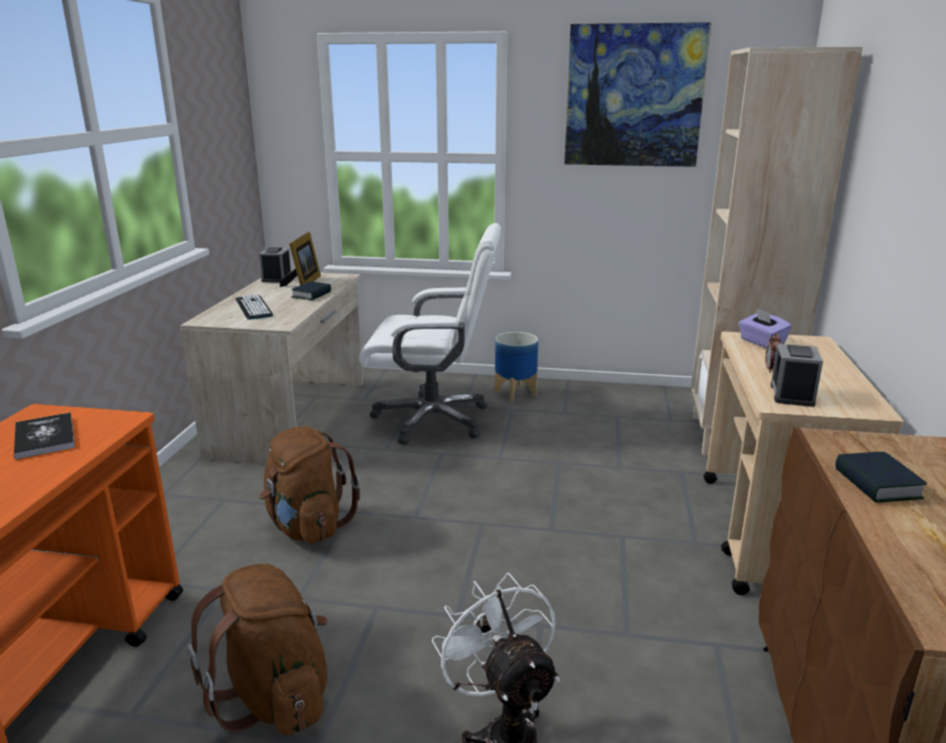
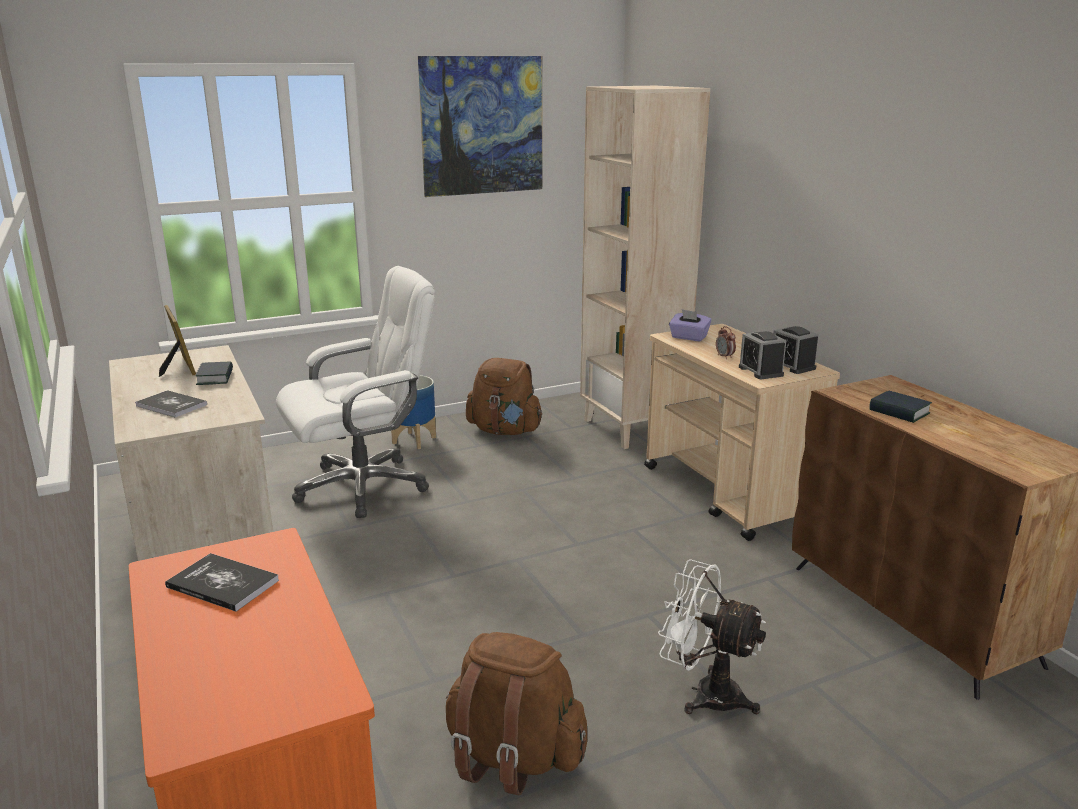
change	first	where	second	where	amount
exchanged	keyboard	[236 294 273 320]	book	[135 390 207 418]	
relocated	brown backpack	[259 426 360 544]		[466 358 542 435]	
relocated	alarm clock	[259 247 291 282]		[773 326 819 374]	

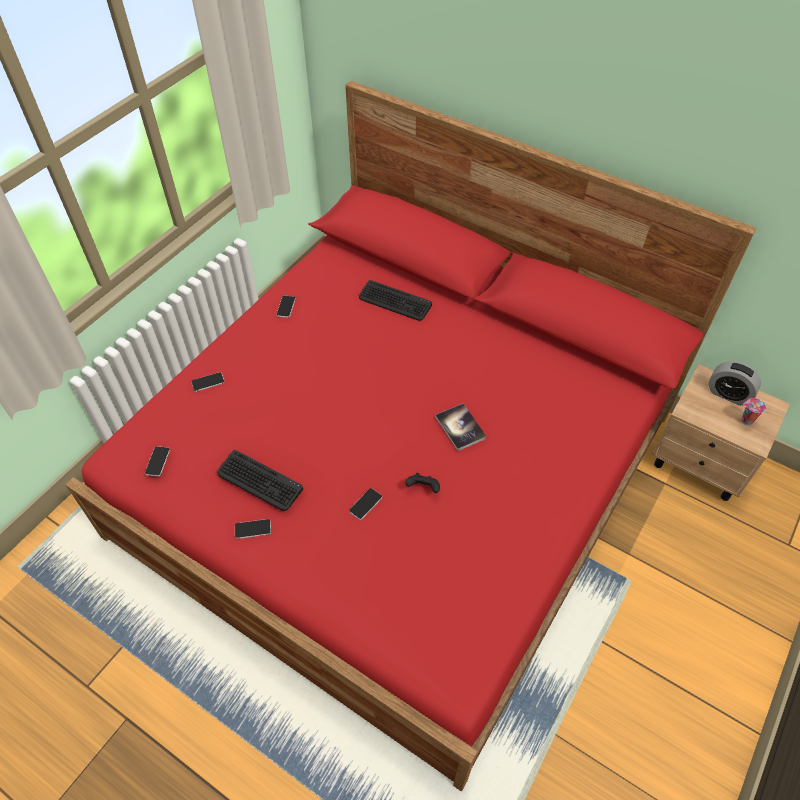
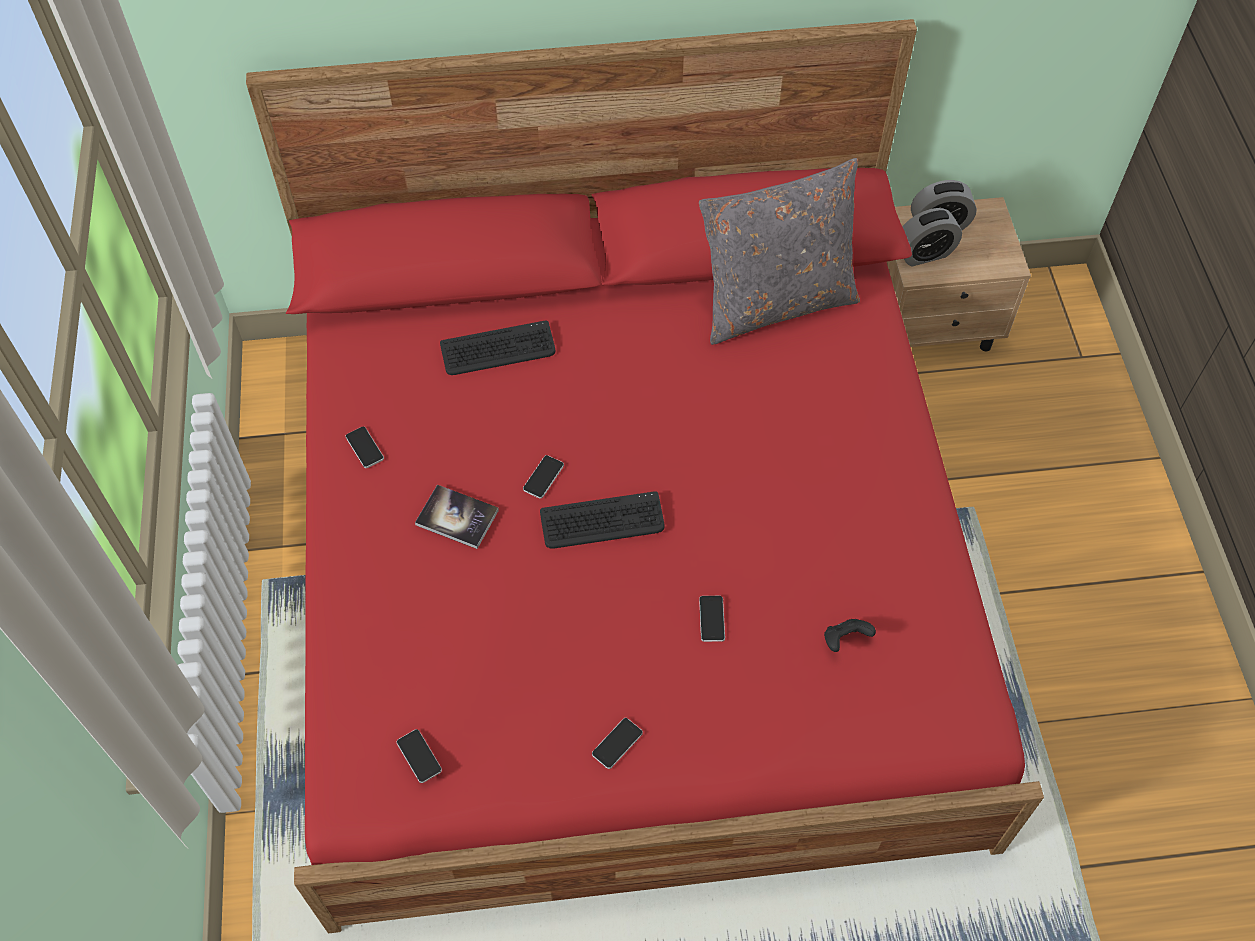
change	first	where	second	where	amount
relocated	book	[435 403 487 451]		[415 485 499 549]	
relocated	phone	[191 372 225 392]		[523 455 564 499]	
relocated	keyboard	[217 450 303 511]		[540 491 665 548]	
appeared			grey pillow	[699 158 860 345]	
relocated	black game controller	[405 473 440 493]		[824 619 876 652]	
appeared			alarm clock	[902 208 962 266]	
missing	cup	[741 398 766 425]			

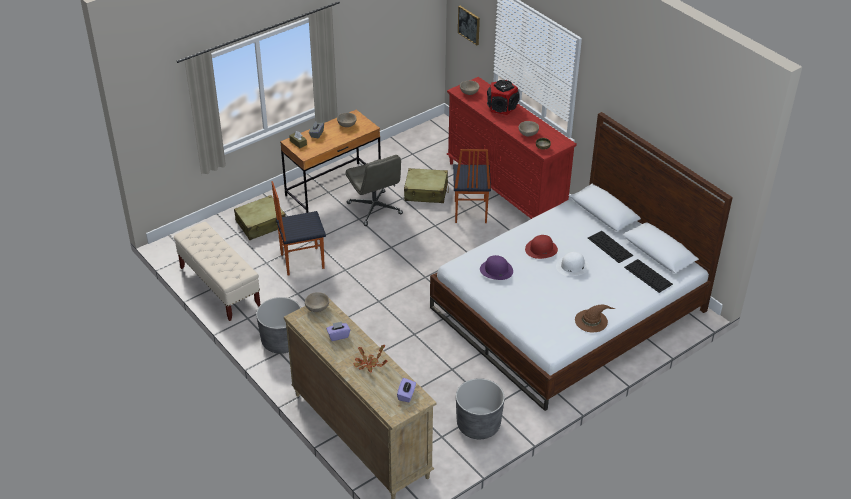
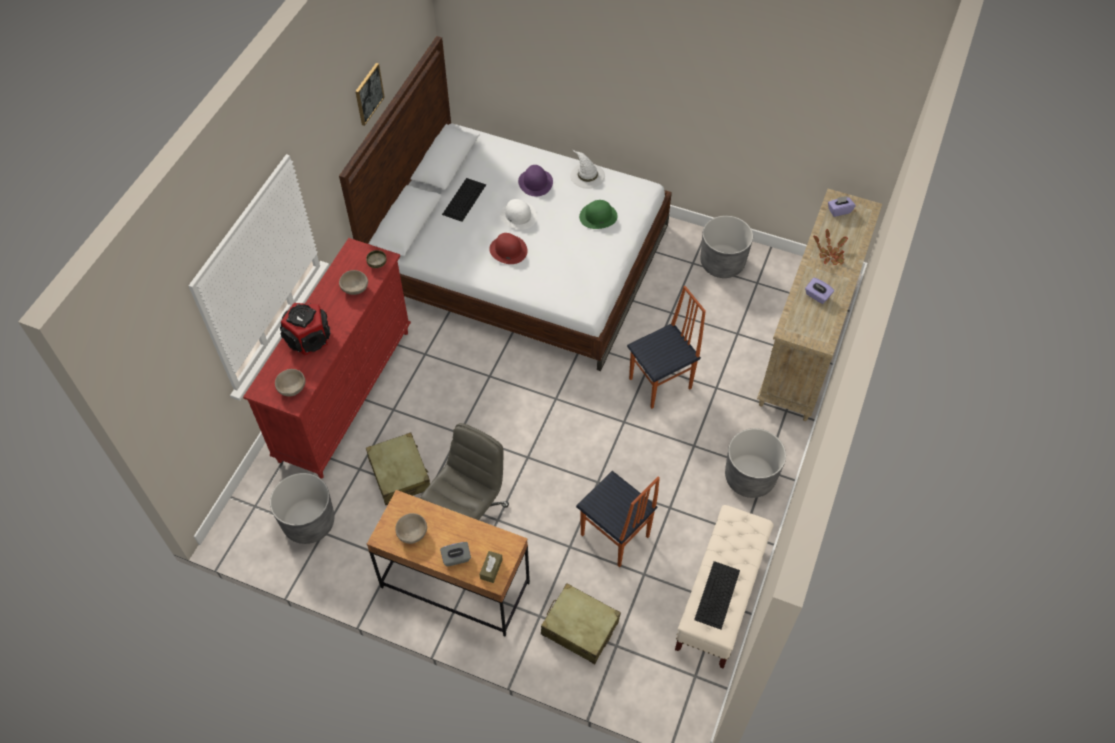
change	first	where	second	where	amount
appeared			grey planter	[270 473 334 544]	
relocated	picture	[458 6 480 45]		[355 63 385 126]	
relocated	purple hat	[480 255 513 280]		[518 165 553 196]	
colour	brown hat	[575 305 615 333]	white hat	[570 149 605 189]	
appeared			green hat	[579 200 618 229]	
relocated	chair	[453 149 491 223]		[627 286 706 409]	
relocated	keyboard	[624 259 673 293]		[694 561 740 629]	
missing	beige bowl	[305 292 329 312]			

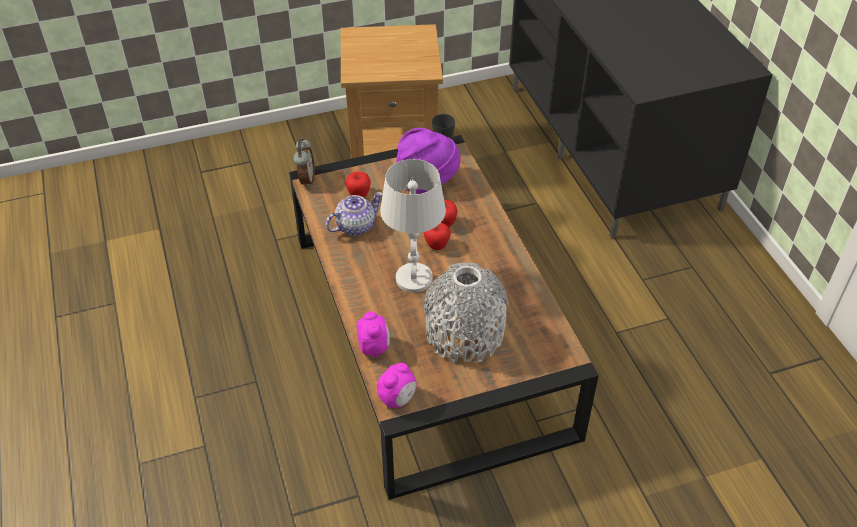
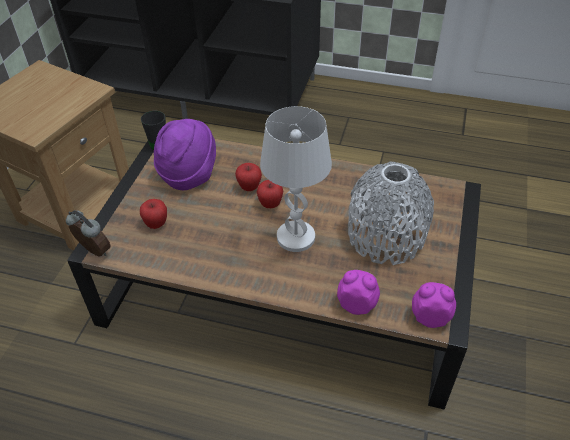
change	first	where	second	where	amount
spun	alarm clock	[377 363 417 408]		[412 282 456 328]	60 degrees counterclockwise
missing	teapot	[325 192 383 236]			

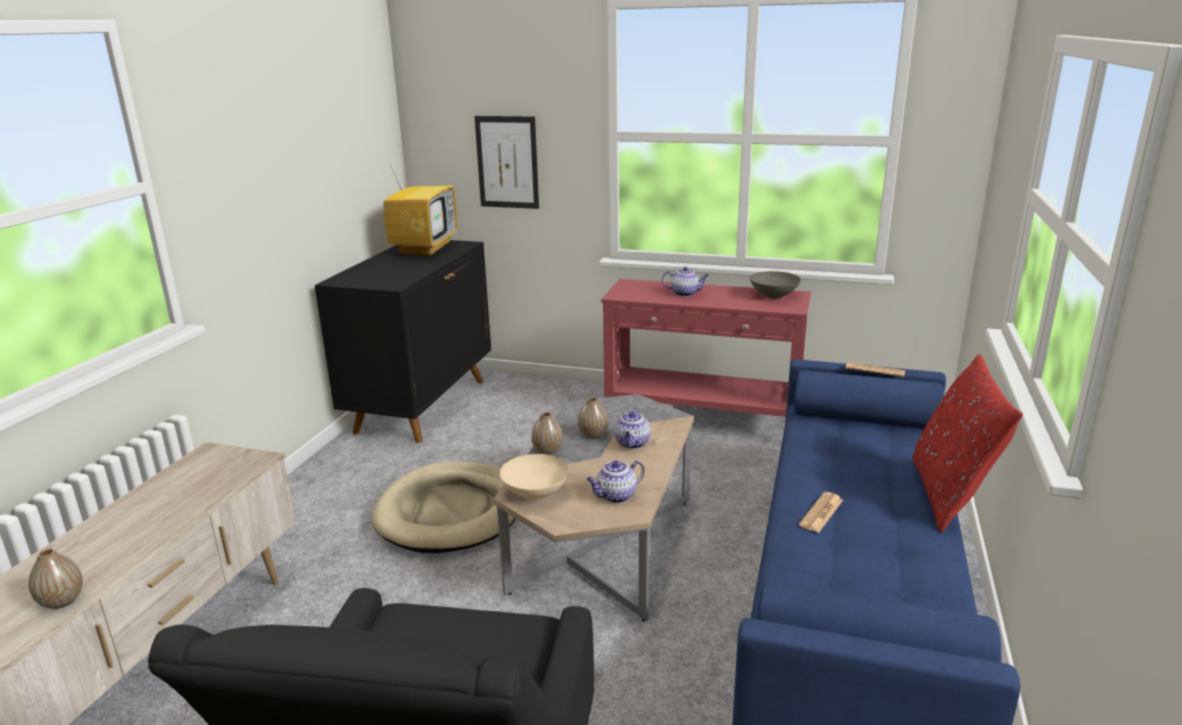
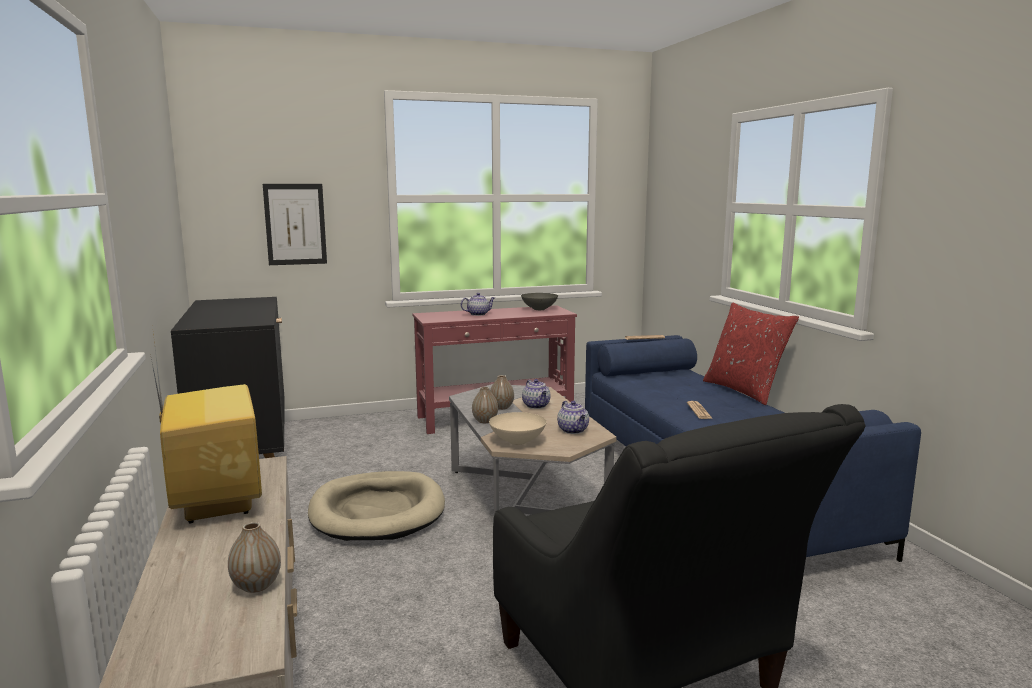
change	first	where	second	where	amount
relocated	television	[383 144 457 257]		[150 326 262 524]	
spun	teapot	[587 461 645 503]		[557 401 589 434]	45 degrees counterclockwise

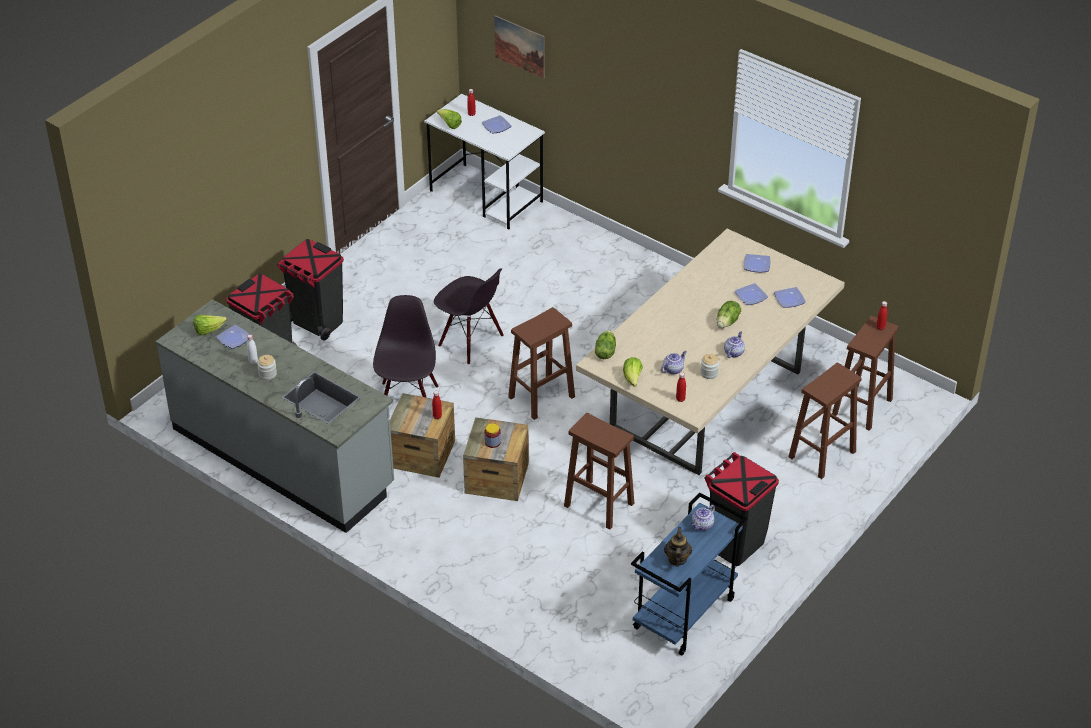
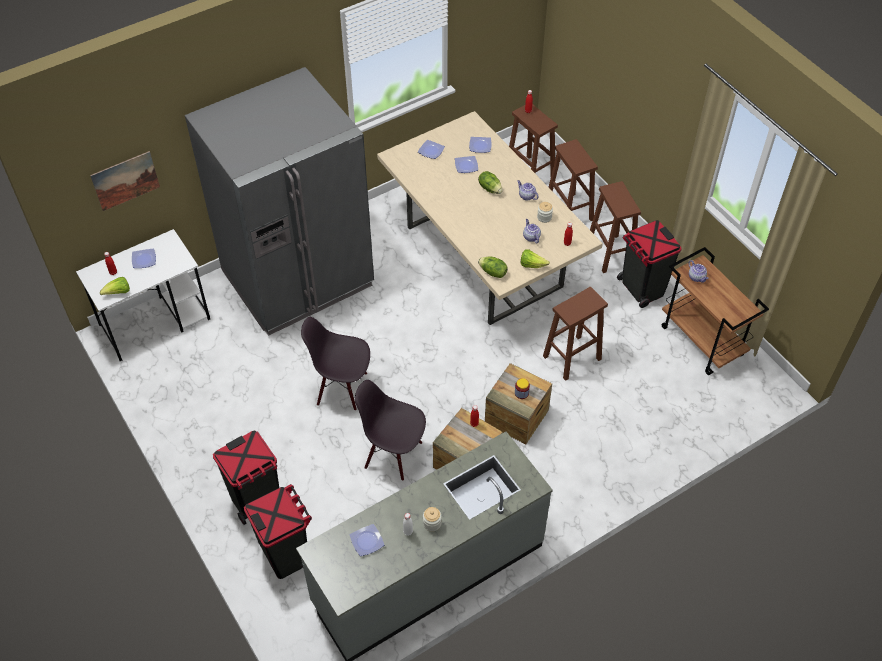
change	first	where	second	where	amount
appeared			grey fridge	[185 67 374 336]	
spun	black chair	[434 268 504 365]		[301 317 370 411]	135 degrees counterclockwise
relocated	brown stool	[508 307 575 420]		[590 181 641 273]	
colour	blue cart	[631 492 748 655]	brown cart	[661 247 769 375]	
missing	lettuce	[193 315 227 335]			
missing	teapot	[664 527 692 567]			

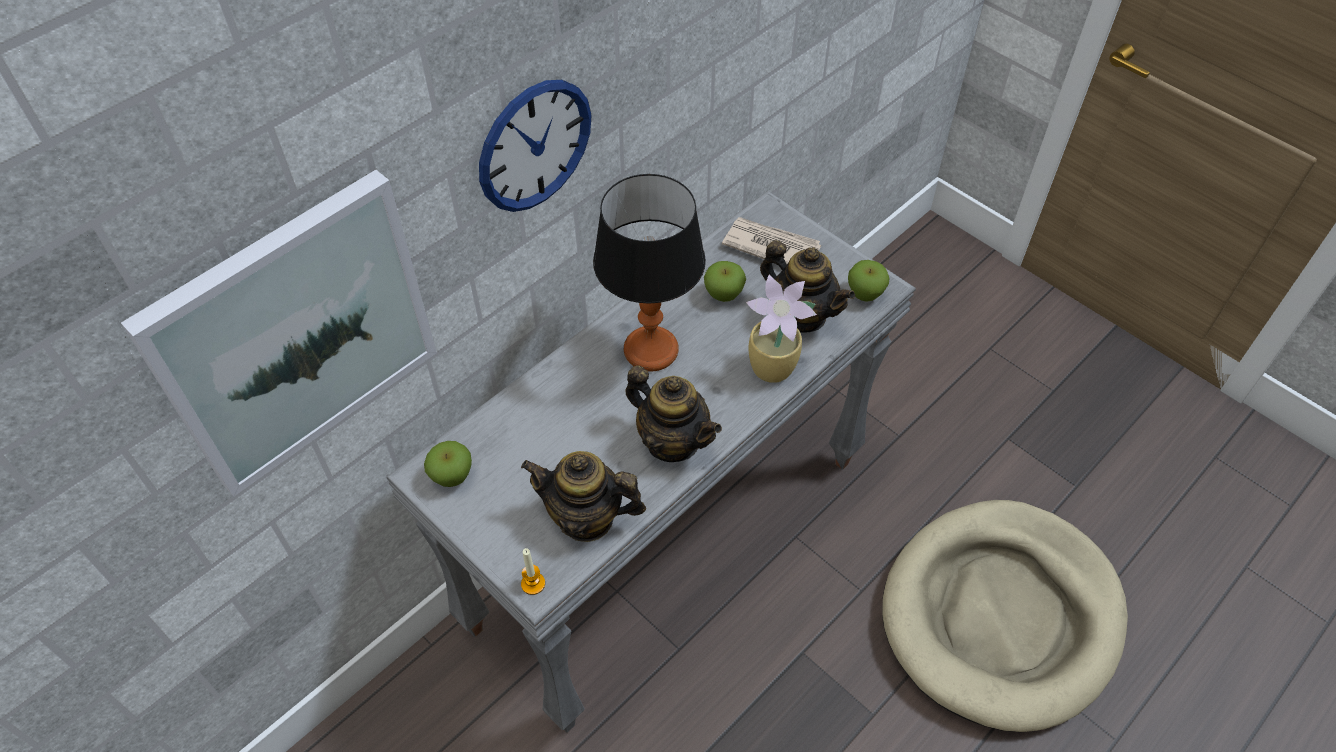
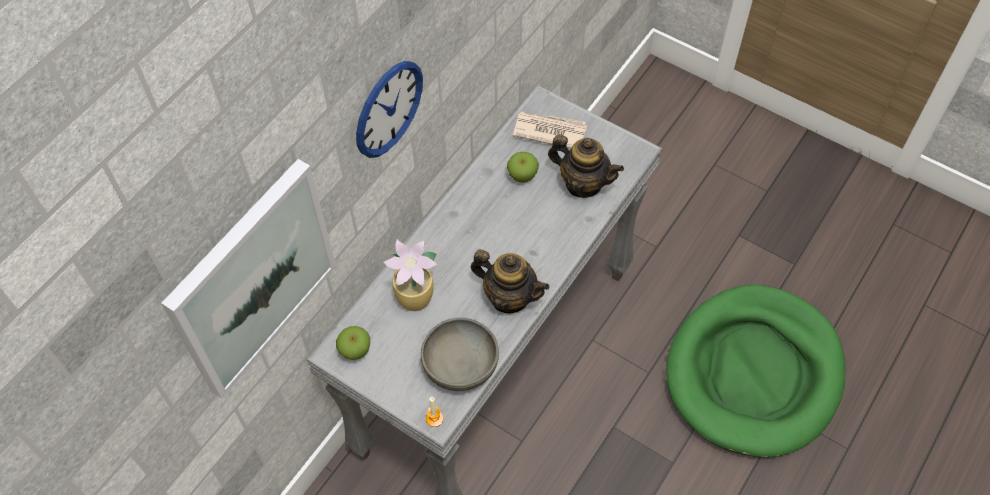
change	first	where	second	where	amount
relocated	potted plant	[746 275 817 383]		[384 240 437 311]	
exchanged	teapot	[521 451 646 542]	grey bowl	[421 318 499 391]	
colour	beige dog bed	[882 500 1128 732]	green dog bed	[666 285 846 457]	
missing	table lamp	[593 174 706 371]			
missing	apple	[848 260 890 302]			

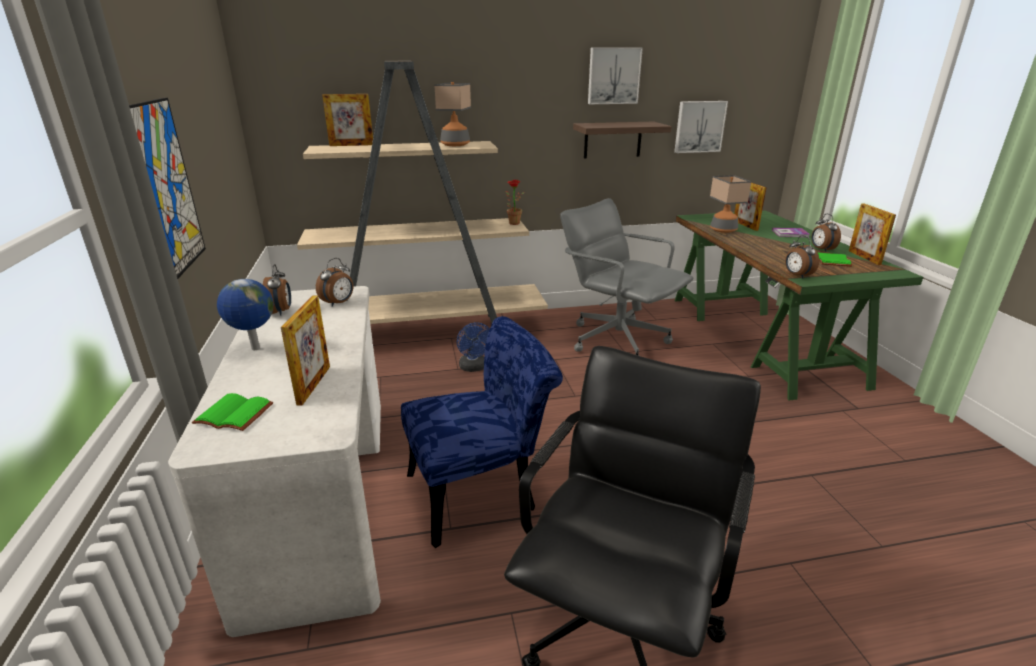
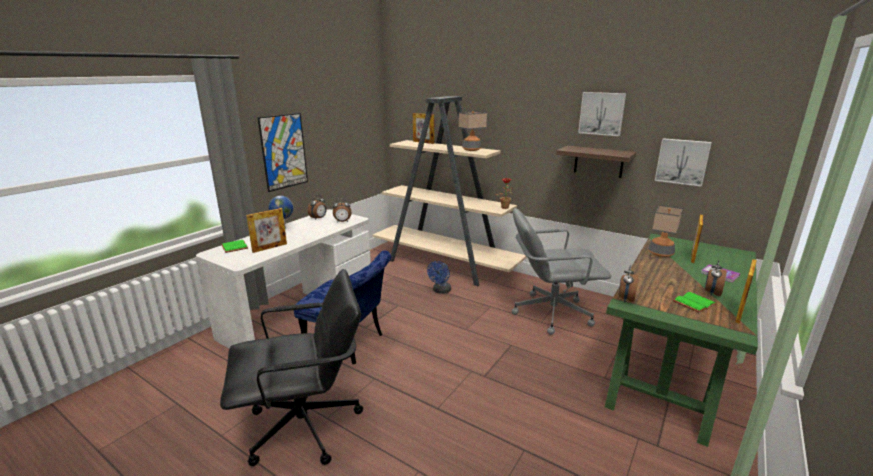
change	first	where	second	where	amount
spun	grey office chair	[560 198 693 356]		[512 208 611 335]	90 degrees counterclockwise

